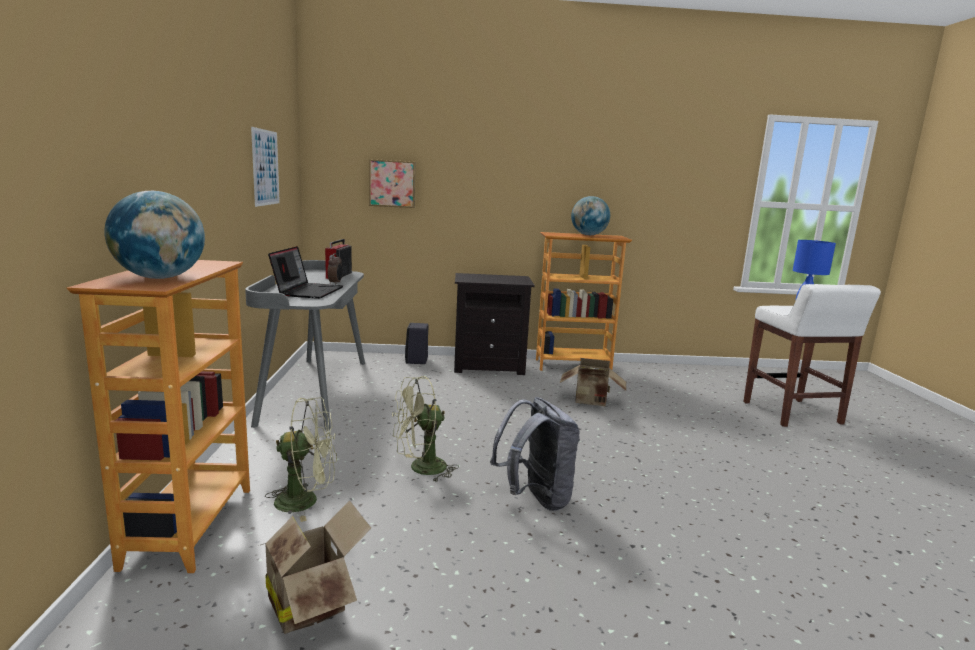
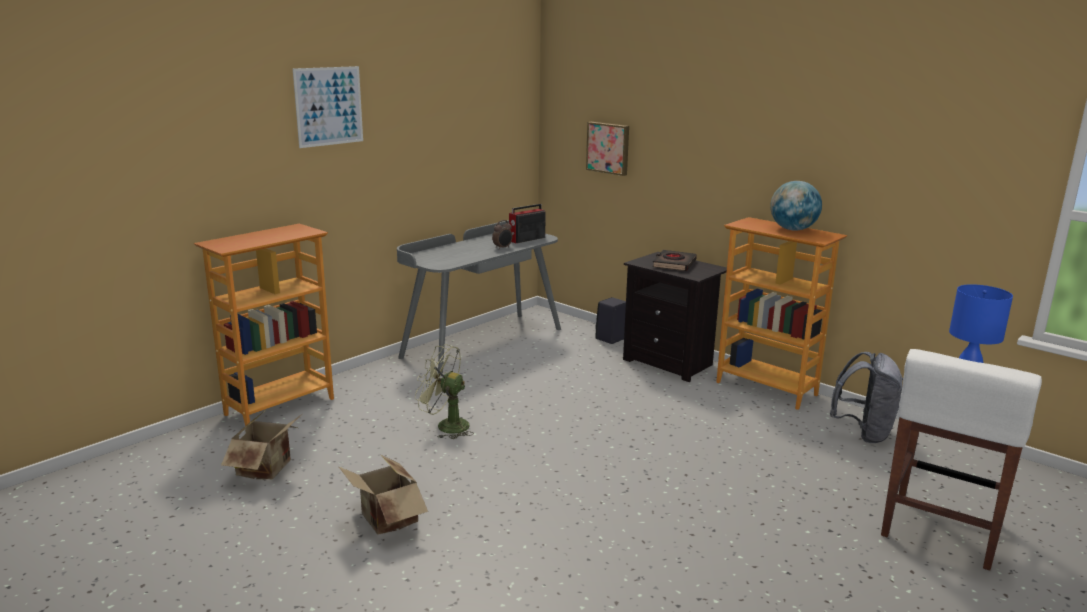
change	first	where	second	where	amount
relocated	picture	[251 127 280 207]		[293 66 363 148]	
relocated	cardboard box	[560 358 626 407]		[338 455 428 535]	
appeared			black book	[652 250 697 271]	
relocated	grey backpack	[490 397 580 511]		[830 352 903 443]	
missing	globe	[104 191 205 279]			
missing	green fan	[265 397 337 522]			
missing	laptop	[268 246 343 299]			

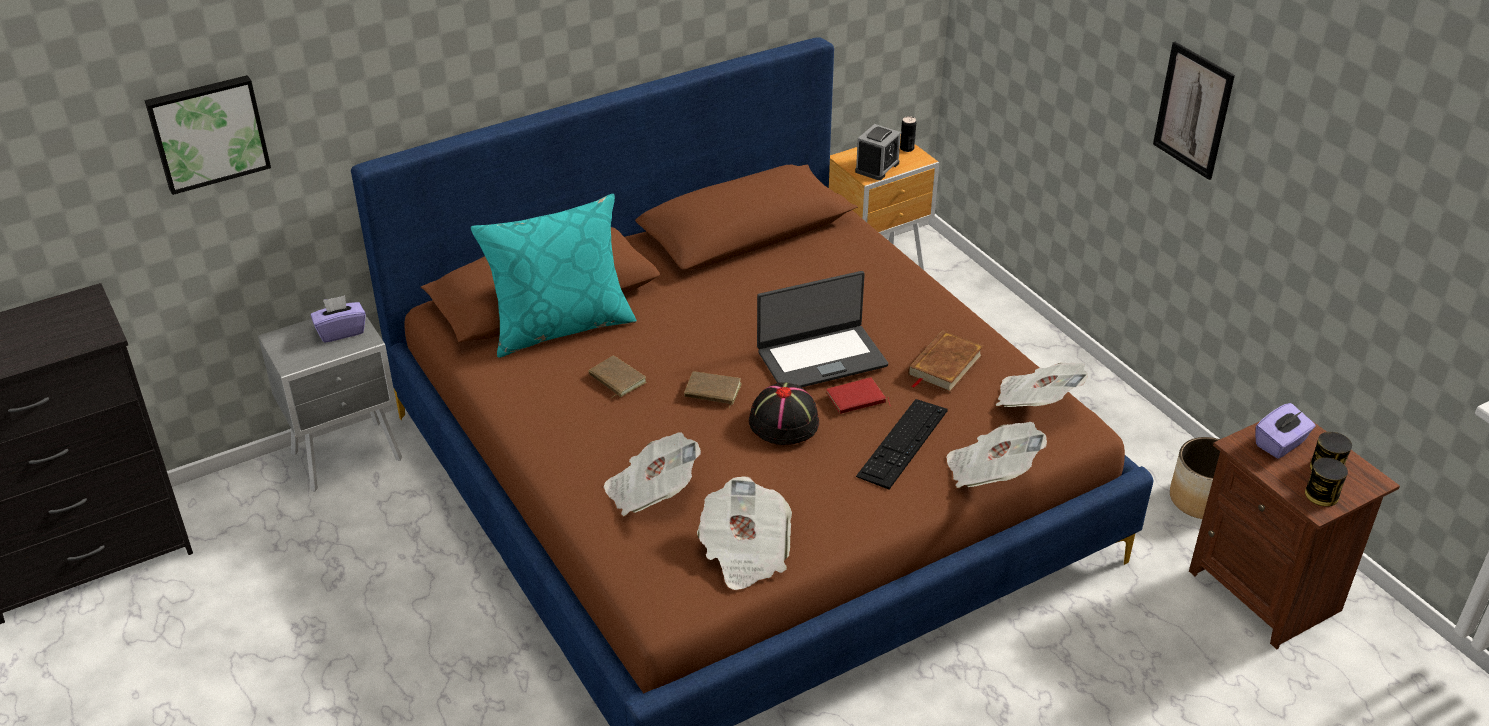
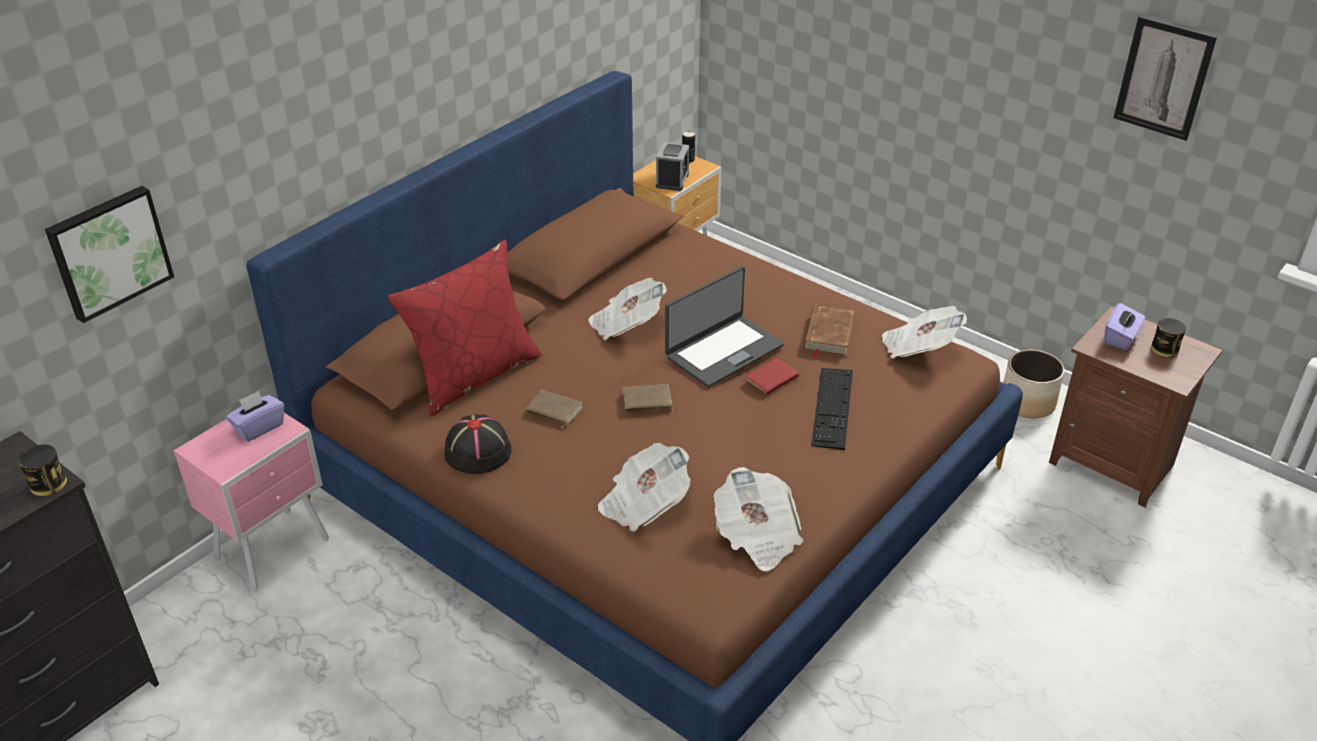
change	first	where	second	where	amount
relocated	can	[1305 457 1348 507]		[18 444 67 496]	
colour	grey nightstand	[258 316 402 492]	pink nightstand	[174 413 329 591]	
colour	turquoise pillow	[471 194 637 358]	red pillow	[388 240 542 417]	
relocated	black hat	[749 382 819 445]		[444 415 512 474]	
relocated	newspaper	[946 422 1047 488]		[588 278 667 340]	
relocated	picture	[1153 42 1235 180]		[1114 16 1217 141]	

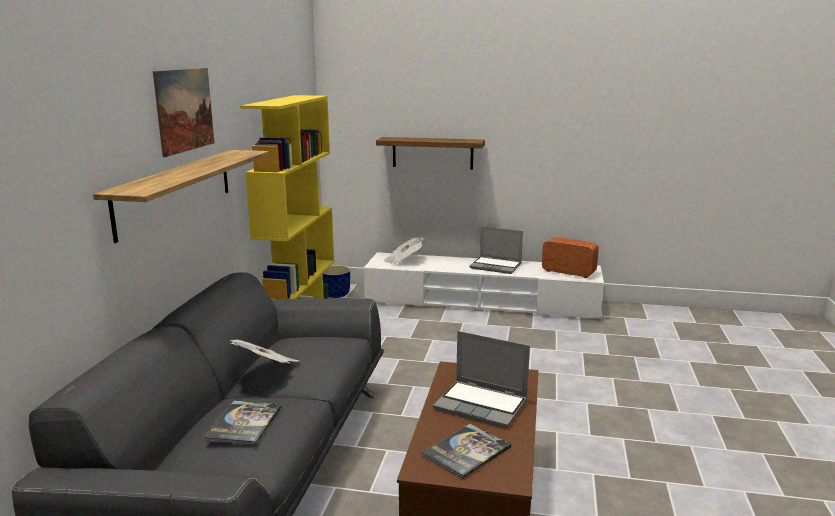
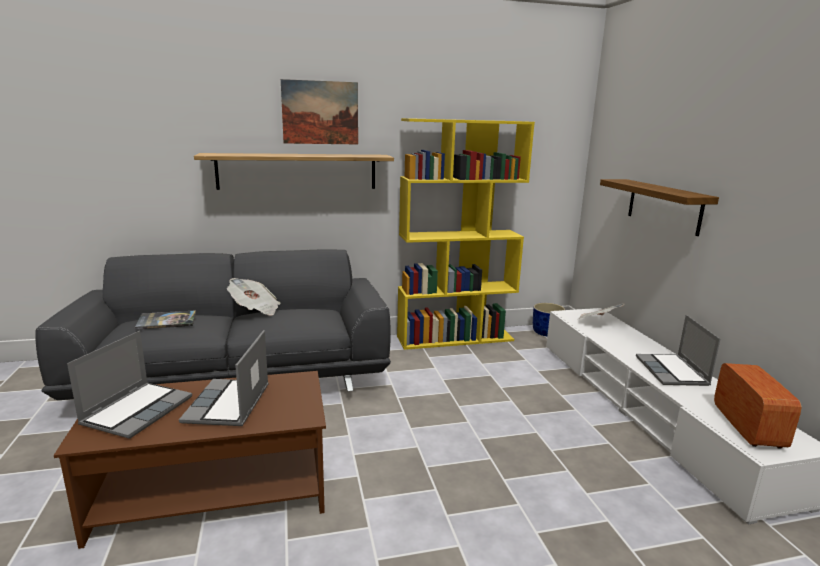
change	first	where	second	where	amount
exchanged	book	[422 424 511 479]	laptop	[67 331 192 439]	

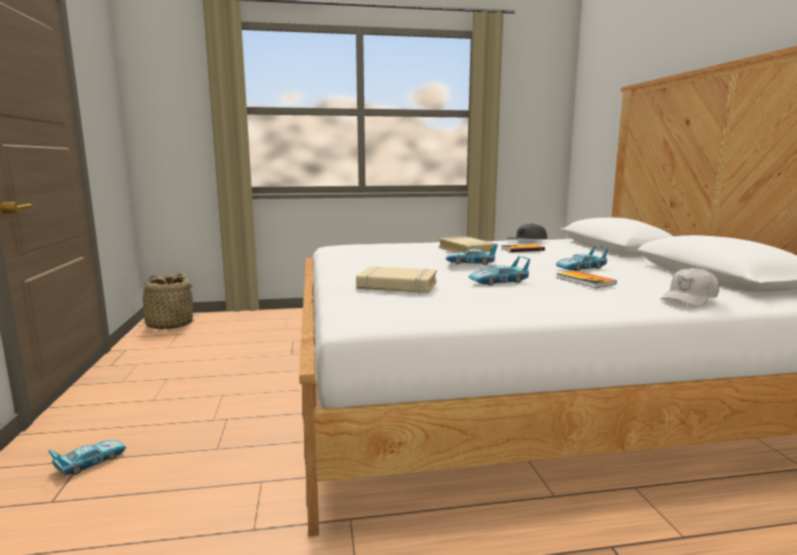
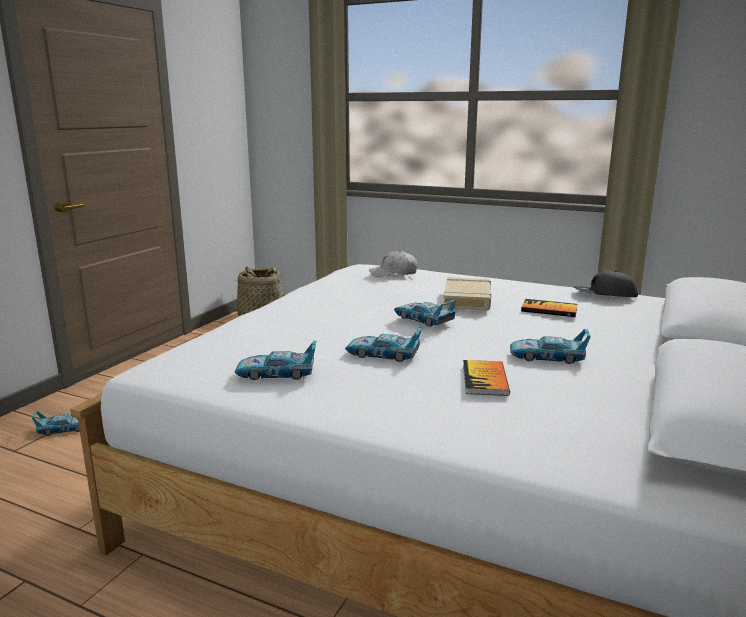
change	first	where	second	where	amount
appeared			toy car	[235 341 316 380]	
relocated	white cap	[660 267 719 306]		[369 250 417 277]	
missing	beige book	[356 266 437 293]			

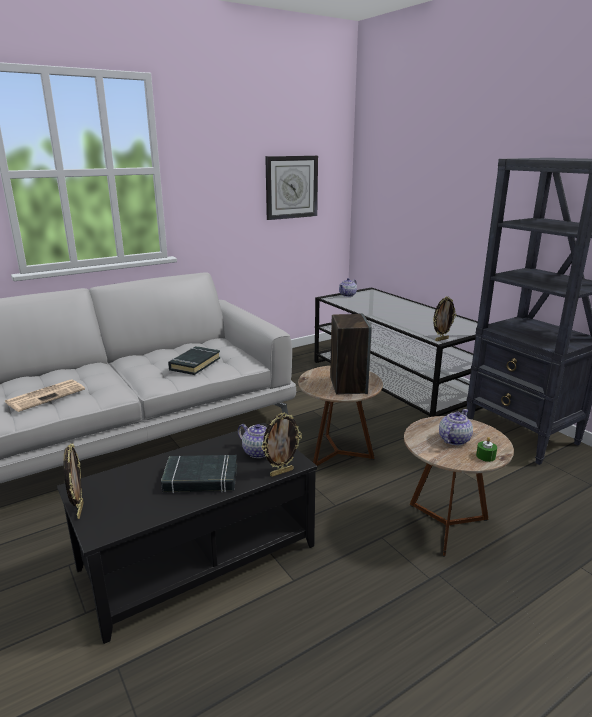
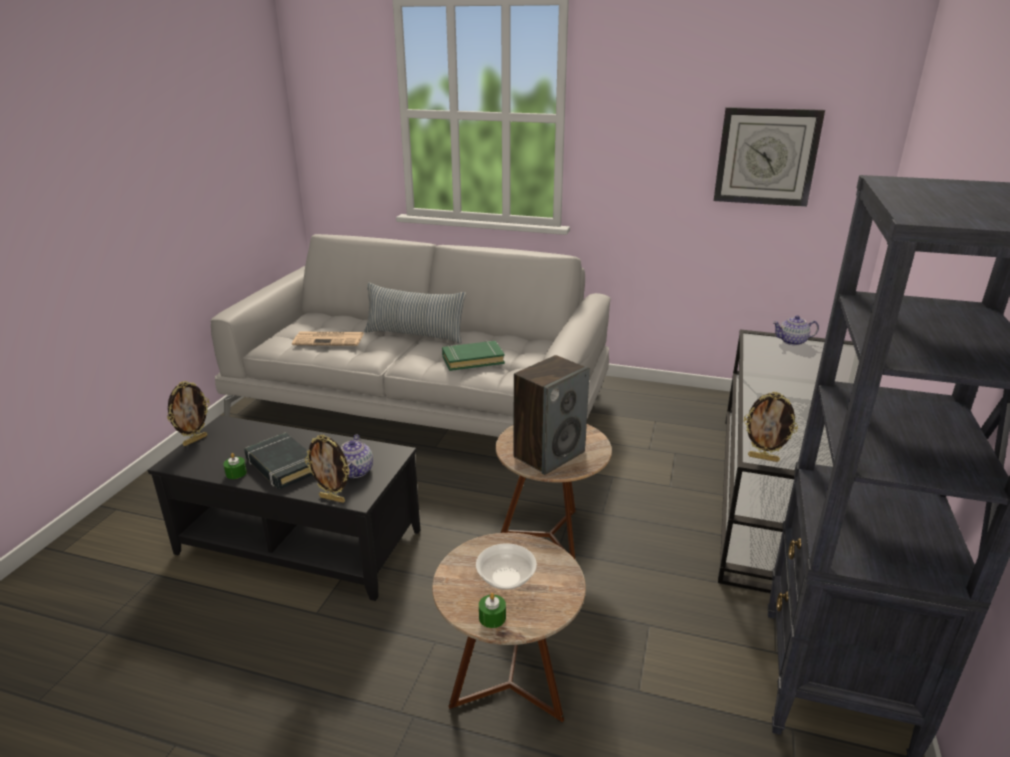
change	first	where	second	where	amount
appeared			green candle	[223 453 247 479]	
appeared			pillow	[364 283 466 344]	
colour	black book	[168 346 220 375]	green book	[442 341 505 371]	
exchanged	teapot	[439 409 473 445]	bowl	[476 543 537 590]	

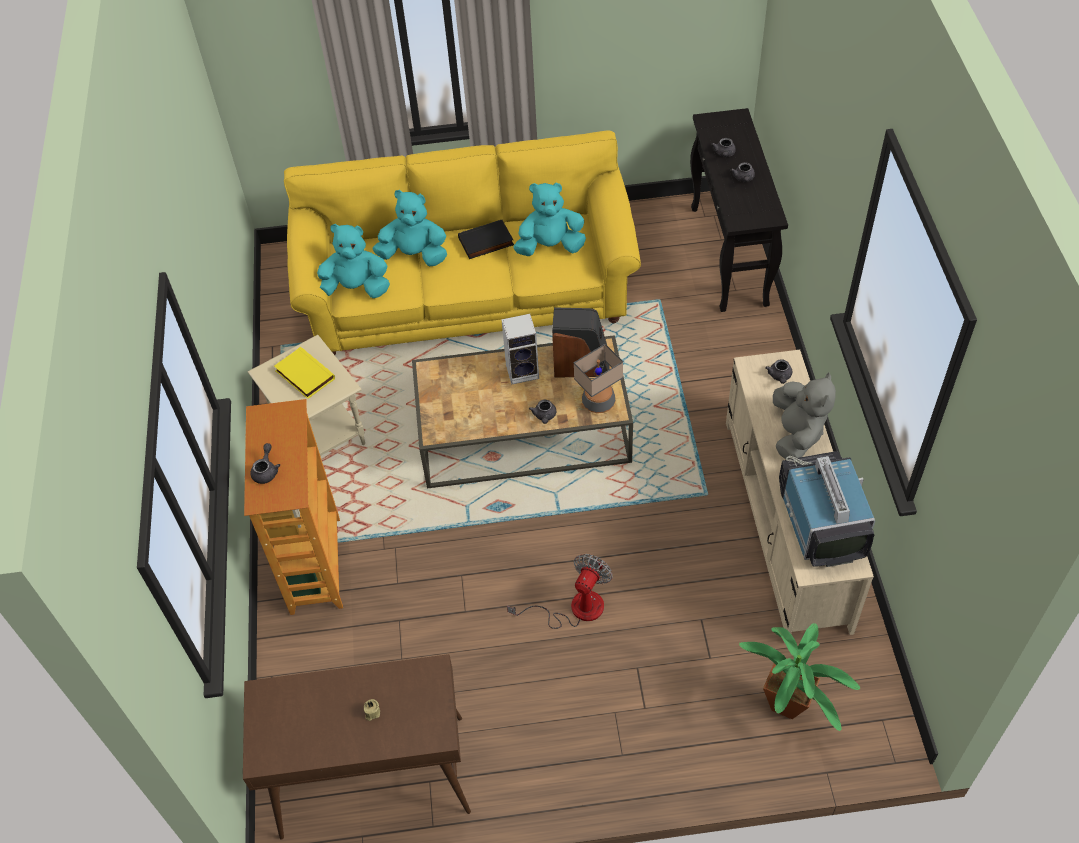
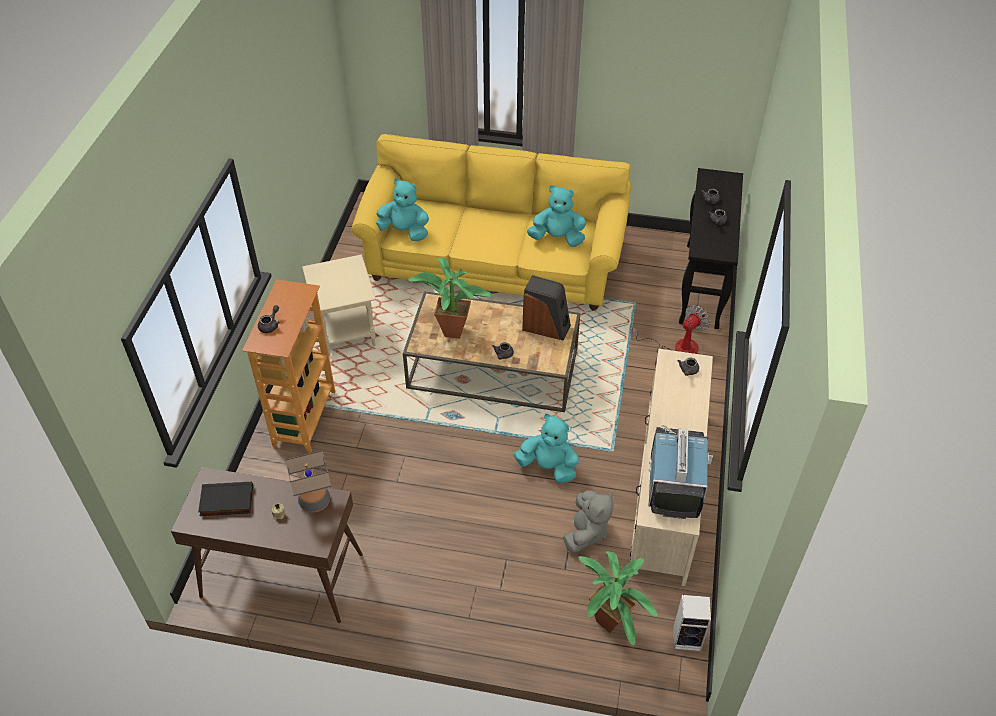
change	first	where	second	where	amount
relocated	black book	[458 220 514 259]		[198 482 253 516]	
relocated	table lamp	[573 344 623 413]		[285 450 331 513]	
appeared			potted plant	[408 258 494 339]	
relocated	turquoise plush toy	[372 190 447 266]		[514 414 579 483]	
relocated	grey plush toy	[773 372 836 460]		[563 490 614 553]	
relocated	fan	[507 554 613 629]		[632 305 710 354]	
relocated	speaker	[501 314 539 385]		[673 595 711 651]	
missing	yellow book	[274 347 335 399]			

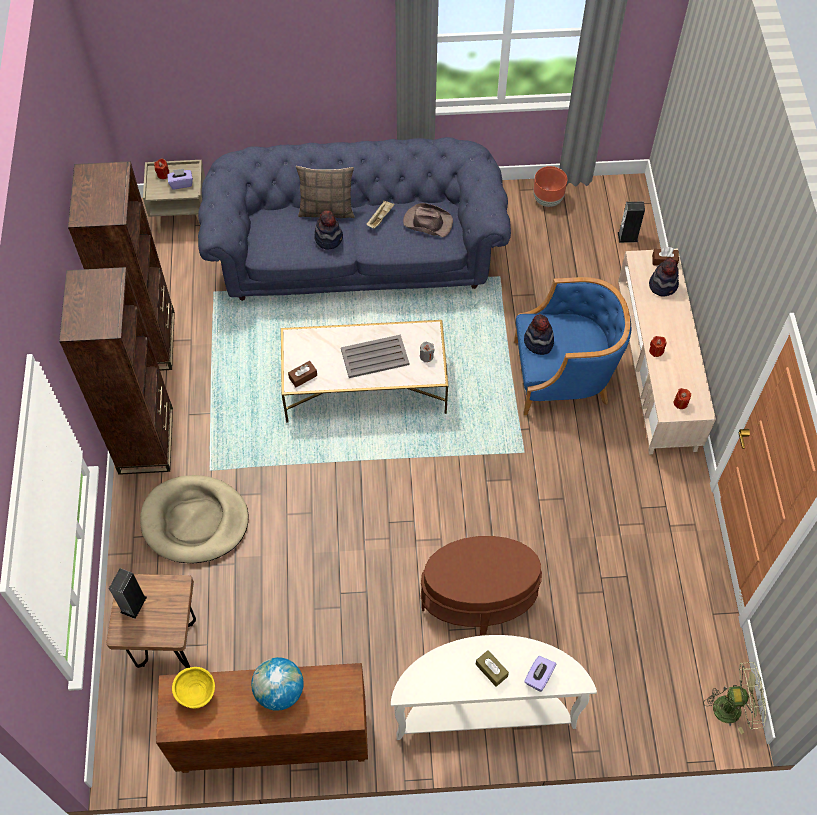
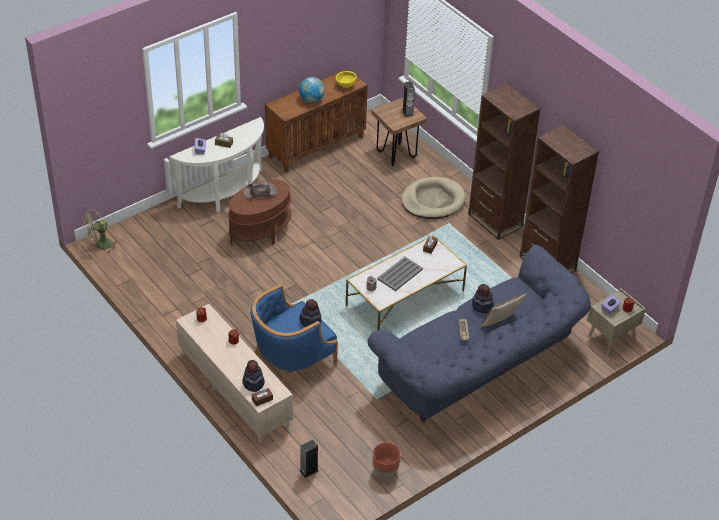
change	first	where	second	where	amount
relocated	brown hat	[403 203 453 237]		[243 180 277 198]	

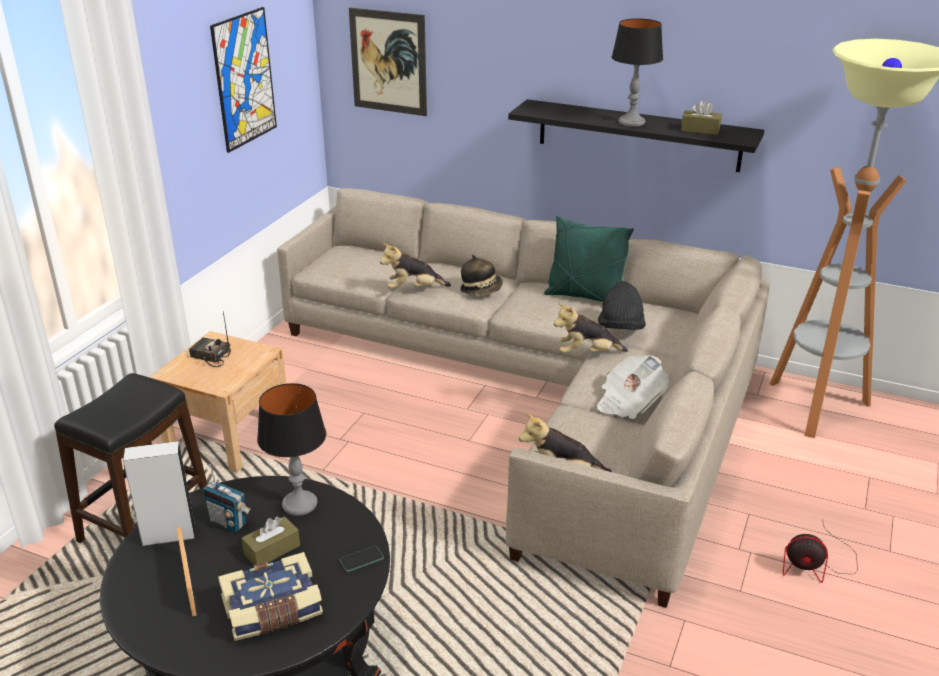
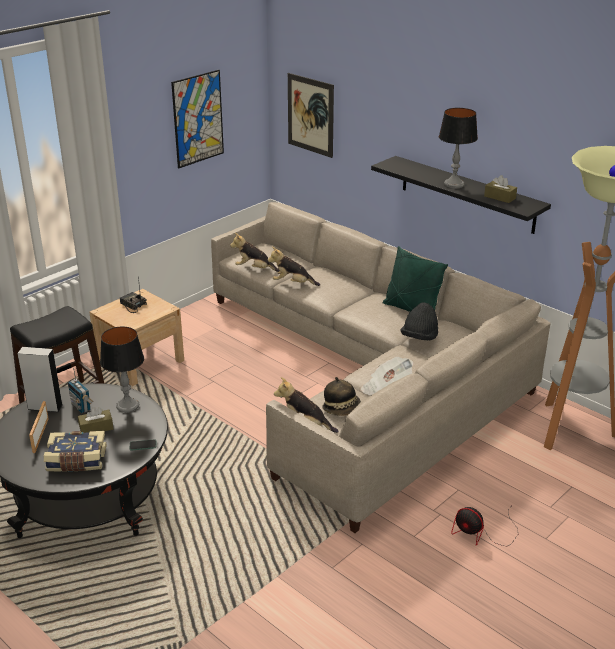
change	first	where	second	where	amount
relocated	plush toy	[554 303 628 353]		[230 233 280 272]	
relocated	hat	[461 255 503 295]		[322 377 361 416]	

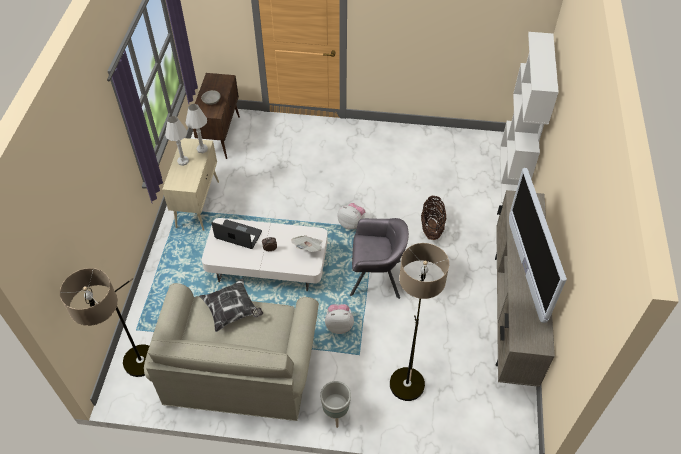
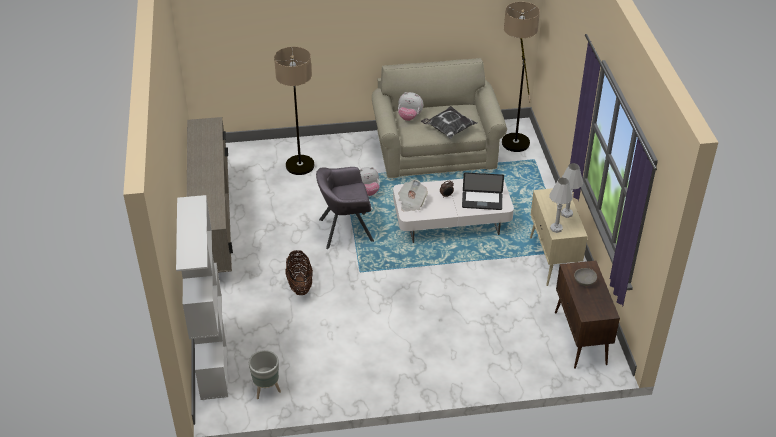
change	first	where	second	where	amount
relocated	grey planter	[320 381 351 428]		[249 350 281 399]	
relocated	plush toy	[337 203 365 230]		[398 92 423 121]	
missing	television	[509 168 567 323]			

